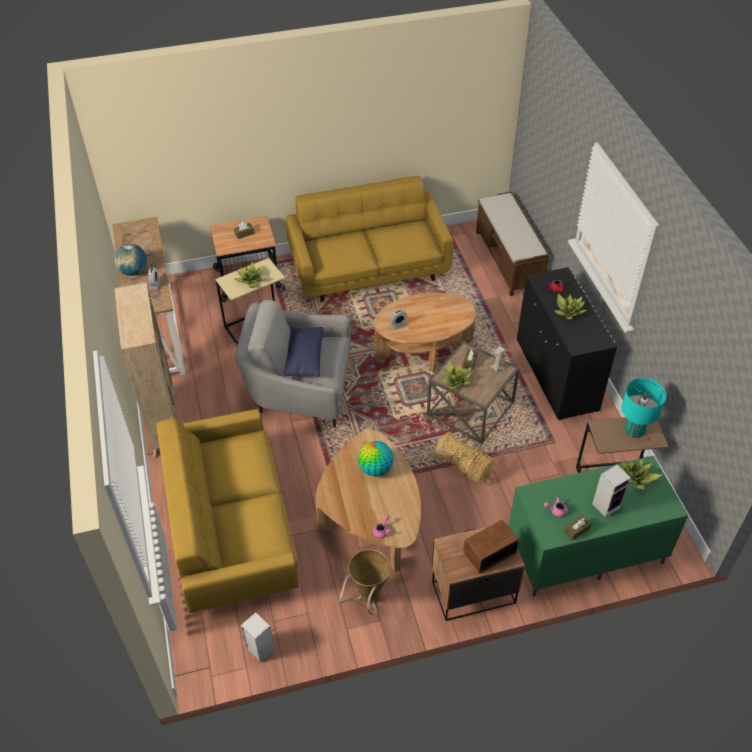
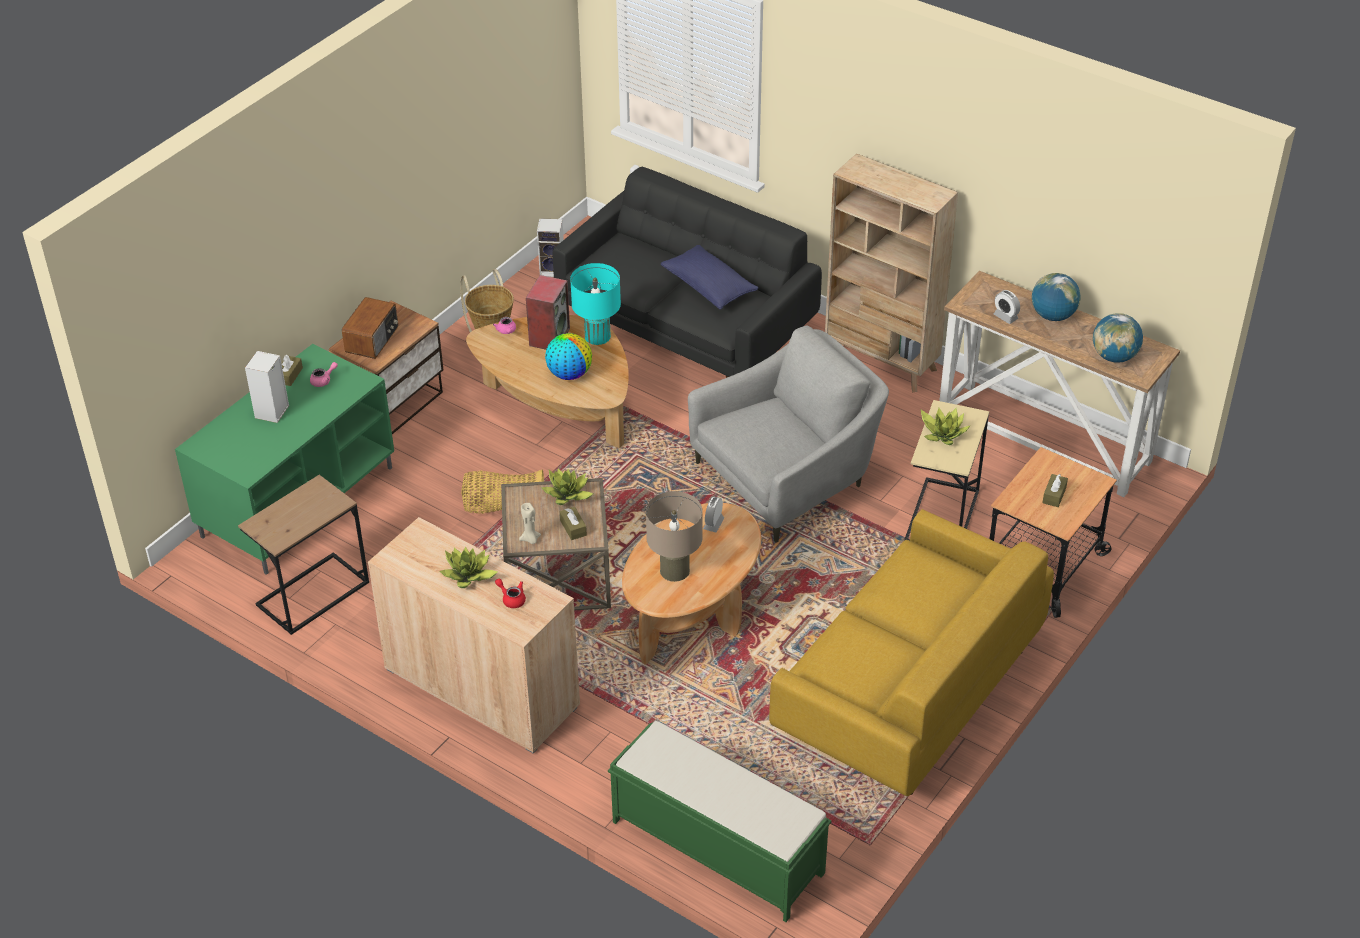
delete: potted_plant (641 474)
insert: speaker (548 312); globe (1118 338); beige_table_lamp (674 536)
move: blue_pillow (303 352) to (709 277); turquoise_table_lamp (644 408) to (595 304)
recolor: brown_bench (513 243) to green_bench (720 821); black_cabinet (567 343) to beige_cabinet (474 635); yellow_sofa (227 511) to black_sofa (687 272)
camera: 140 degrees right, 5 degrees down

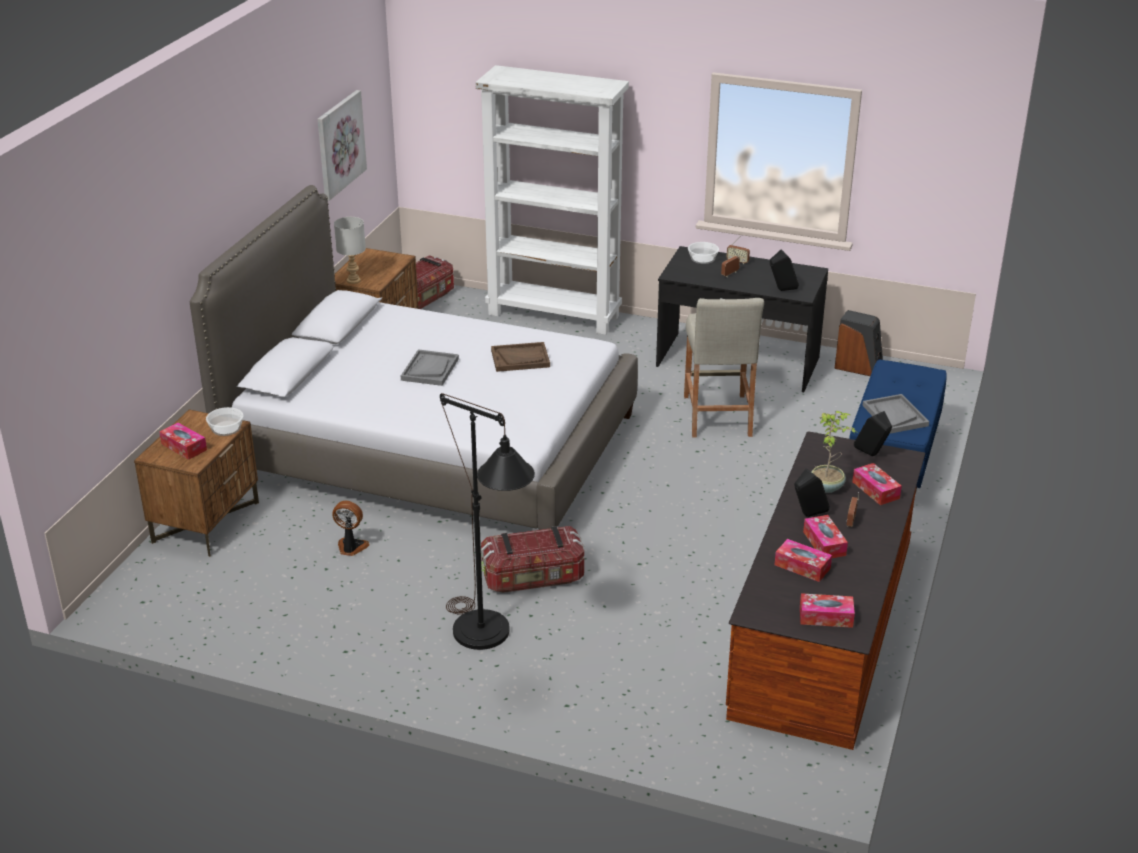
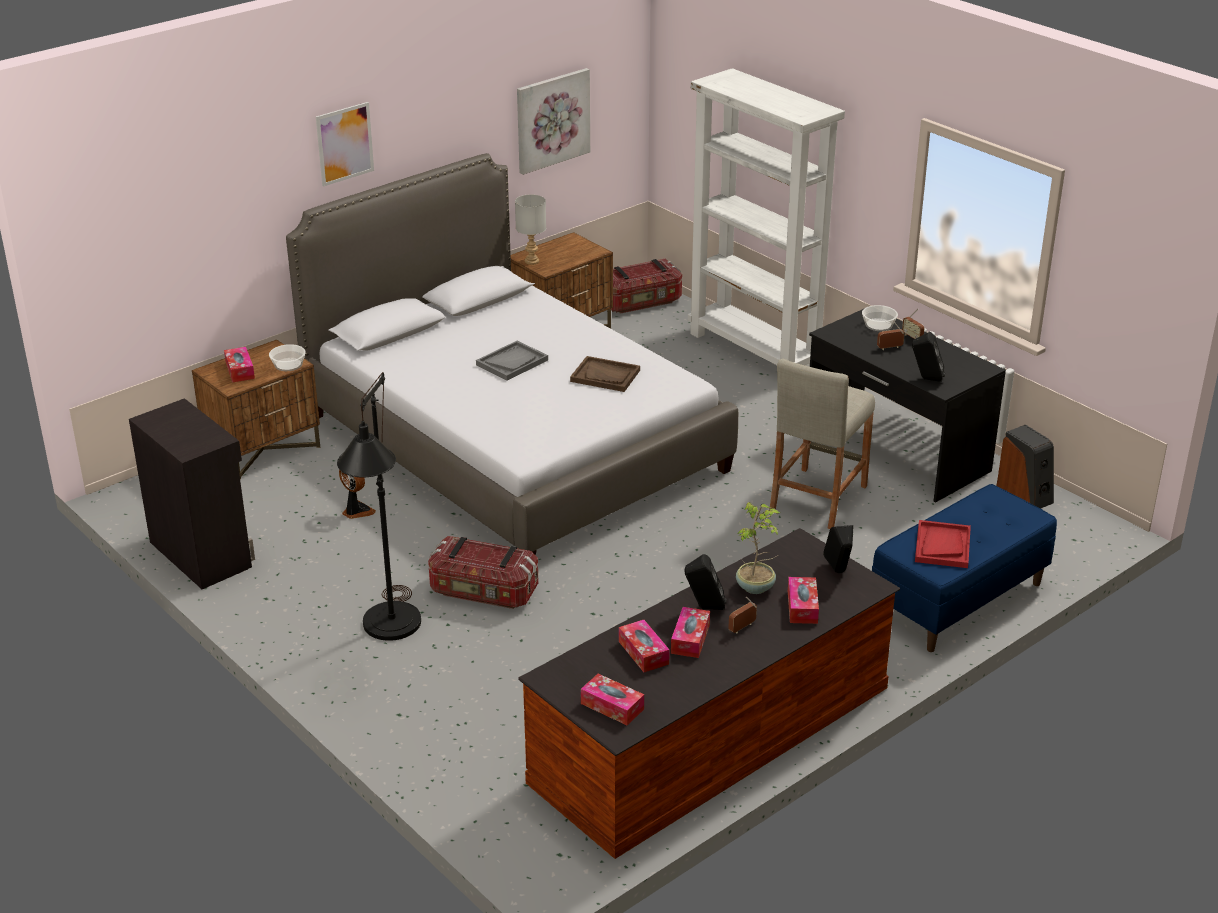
insert: picture (345 144); black_cabinet (192 493)
recolor: grey_tray (895 414) to red_tray (943 544)
camera: 30 degrees right, 0 degrees up

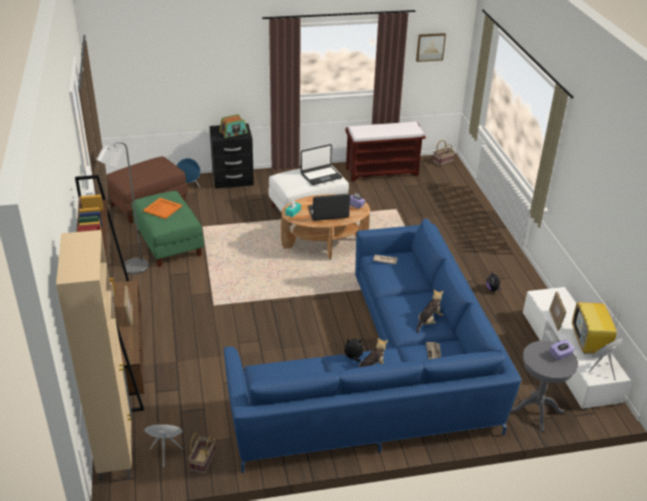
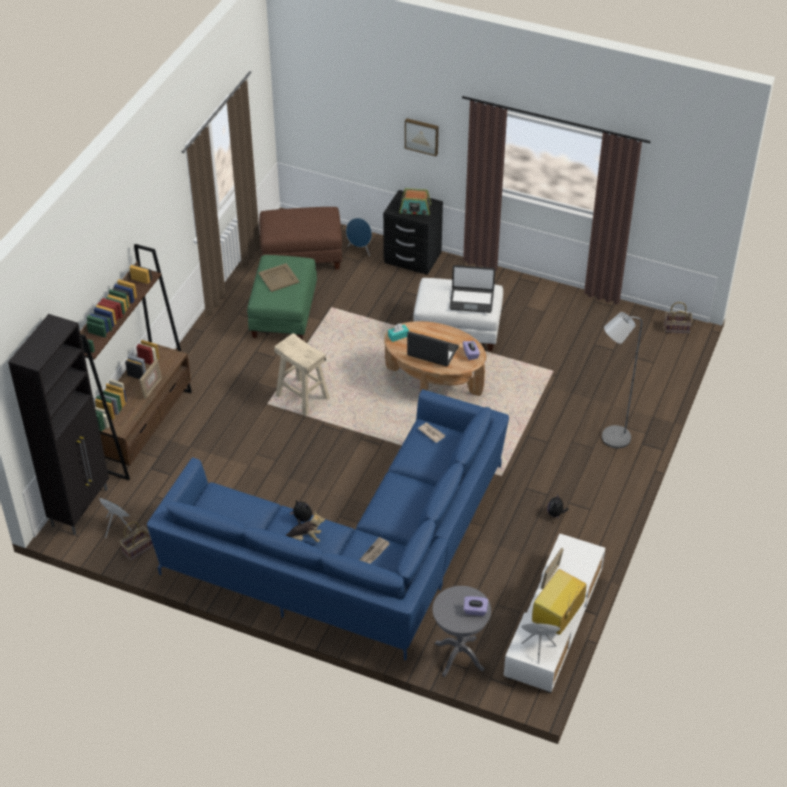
delete: brown_bench (385 151); plush_toy (430 311)
insert: beige_stool (302 374)
move: picture (431 47) to (422 137); grey_floor_lamp (123 208) to (622 380)
recolor: orange_tray (162 208) to beige_tray (279 277); beige_cabinet (94 356) to black_cabinet (58 424)
camera: 35 degrees right, 10 degrees up

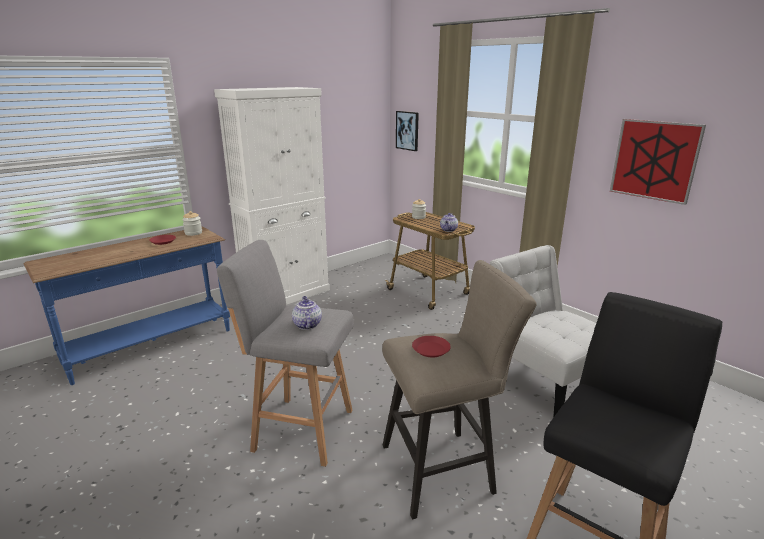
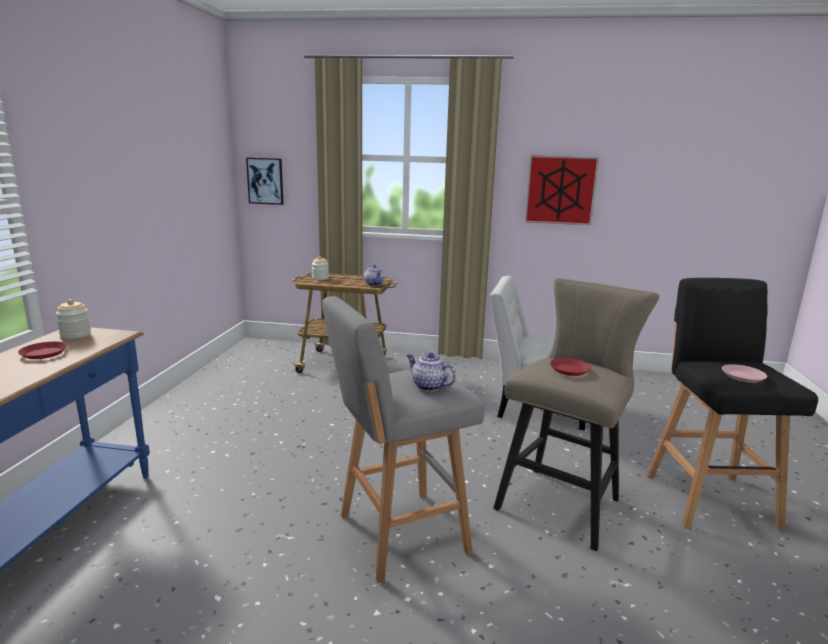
delete: white_cabinet (272 196)
insert: pink_plate (744 373)
camera: 40 degrees left, 5 degrees down

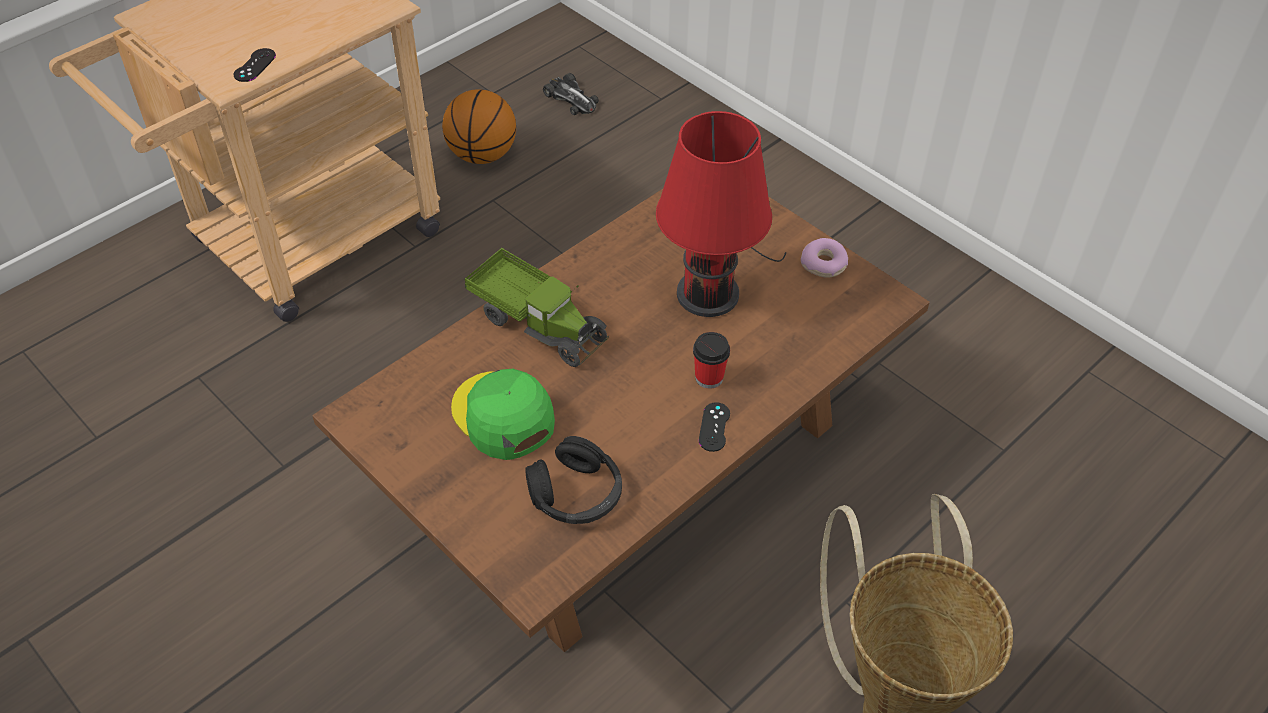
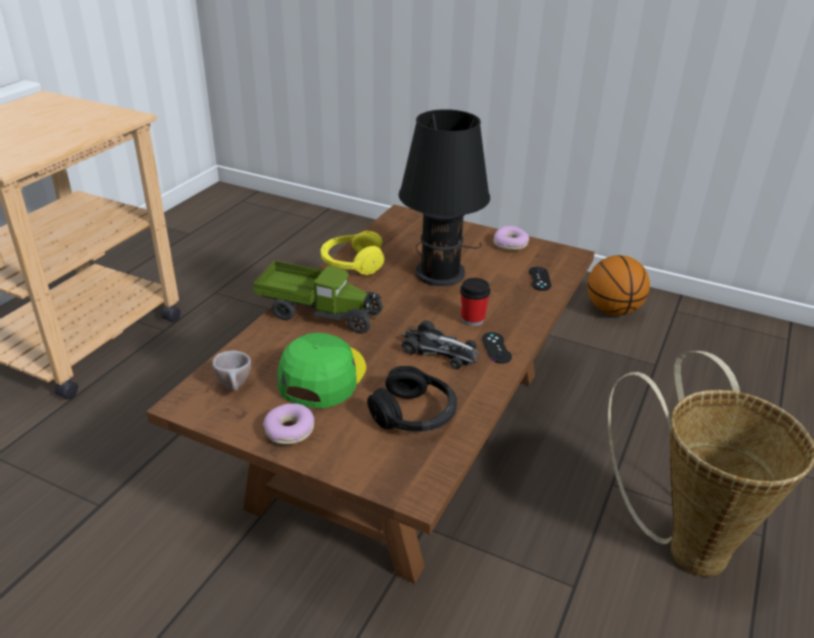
insert: yellow_headphones (352 253); beige_cup (231 371); donut (288 424)
move: black_game_controller (254 65) to (540 279); toy_car (571 94) to (440 345); basketball (479 126) to (618 285)
recolor: red_table_lamp (721 214) to black_table_lamp (444 197)
rotate: green_cap (503 414) = (322 370) 75 degrees clockwise
camera: 20 degrees left, 15 degrees down

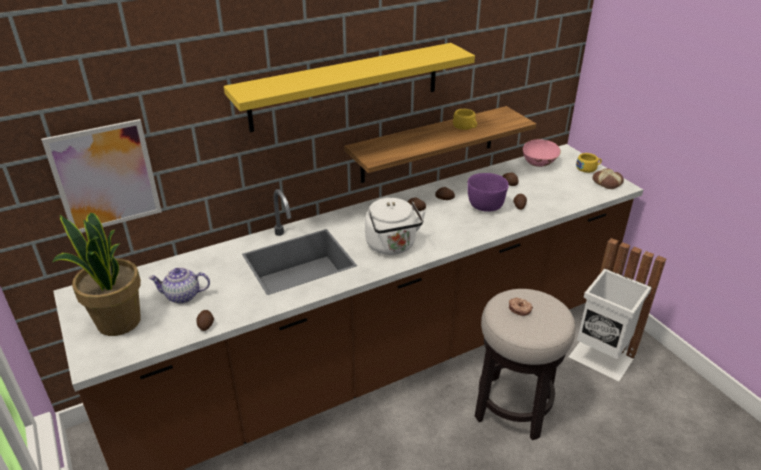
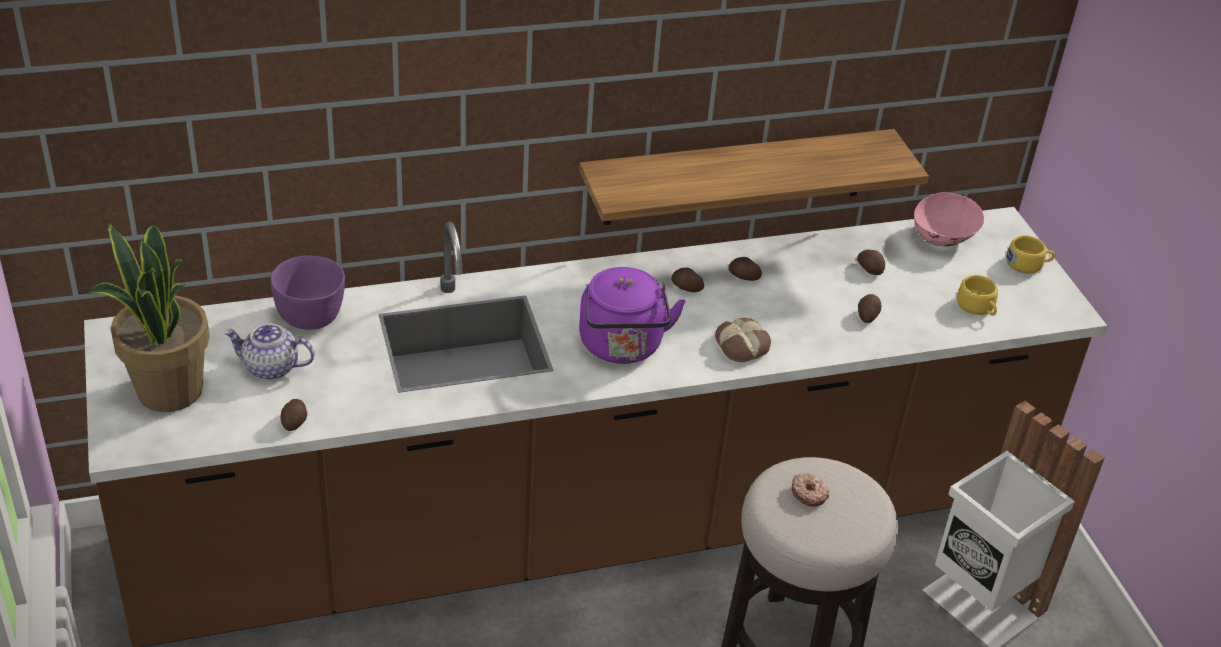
delete: yellow_shelf (349 87); picture (101 176)
move: yellow_cup (465 119) to (977 295); bread (608 179) to (743 340); purple_bowl (488 192) to (308 293)
recolor: white_kettle (395 226) to purple_kettle (632 315)
camera: 10 degrees right, 5 degrees up

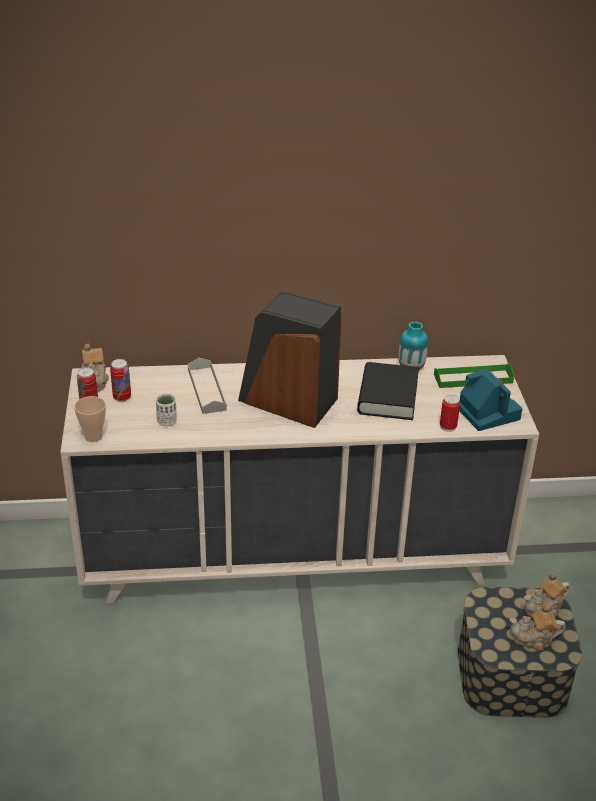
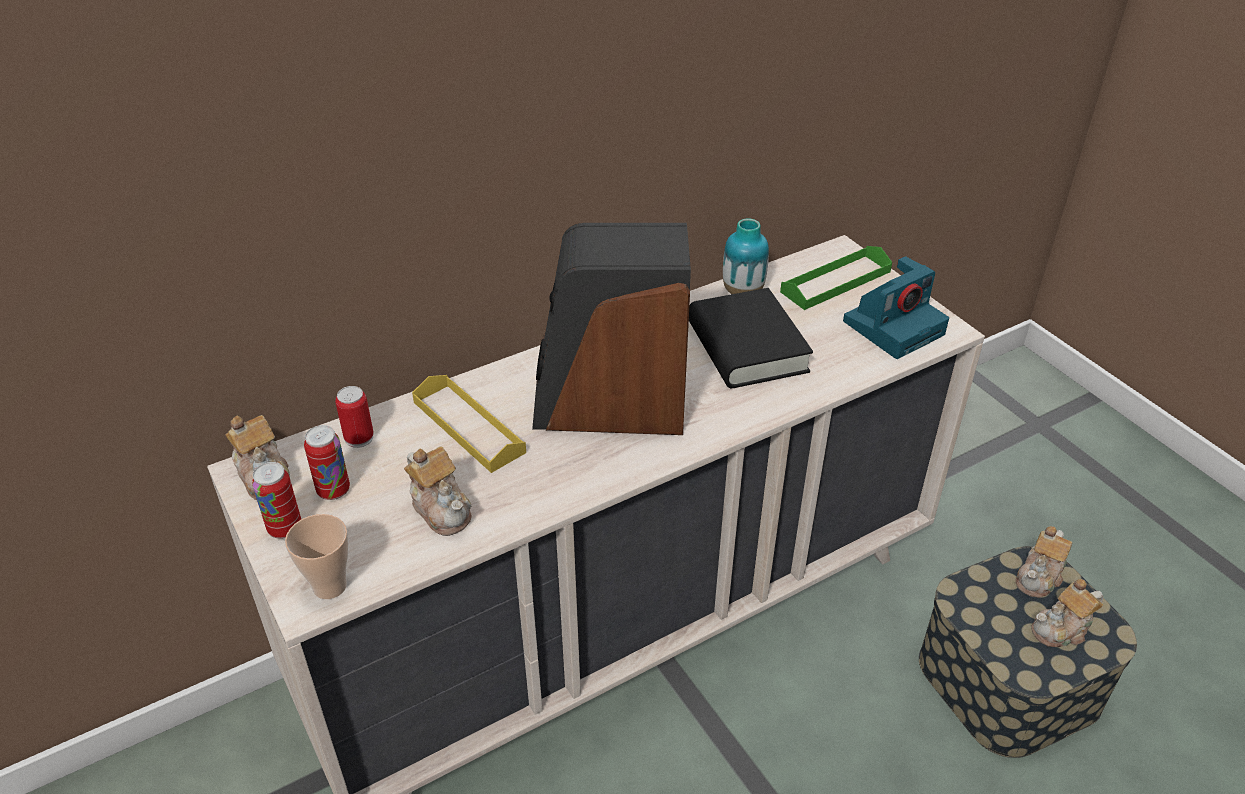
move: can (450 413) to (354 417)
replace: white_cup (166 409) to teapot (438 491)
recolor: grey_tray (207 386) to yellow_tray (469 424)
rotate: photo_camera (491 399) = (896 307) 105 degrees clockwise
camera: 25 degrees left, 5 degrees up

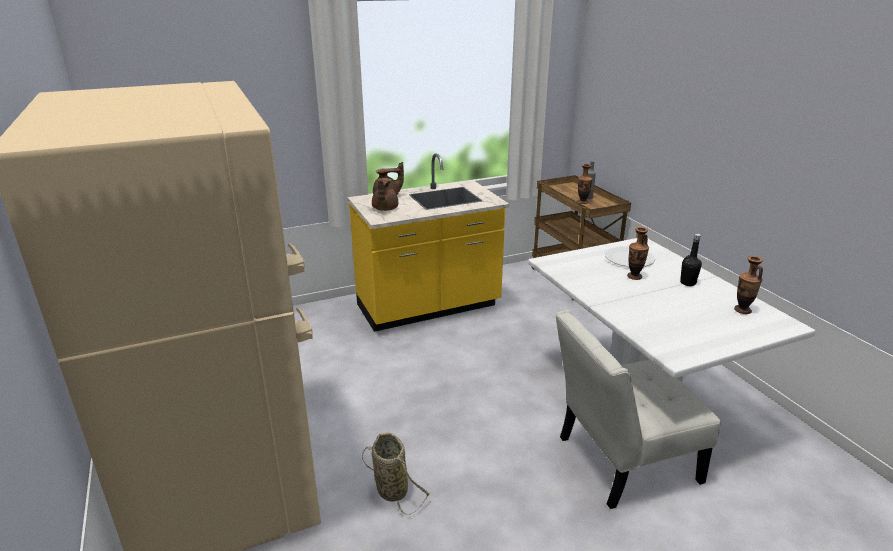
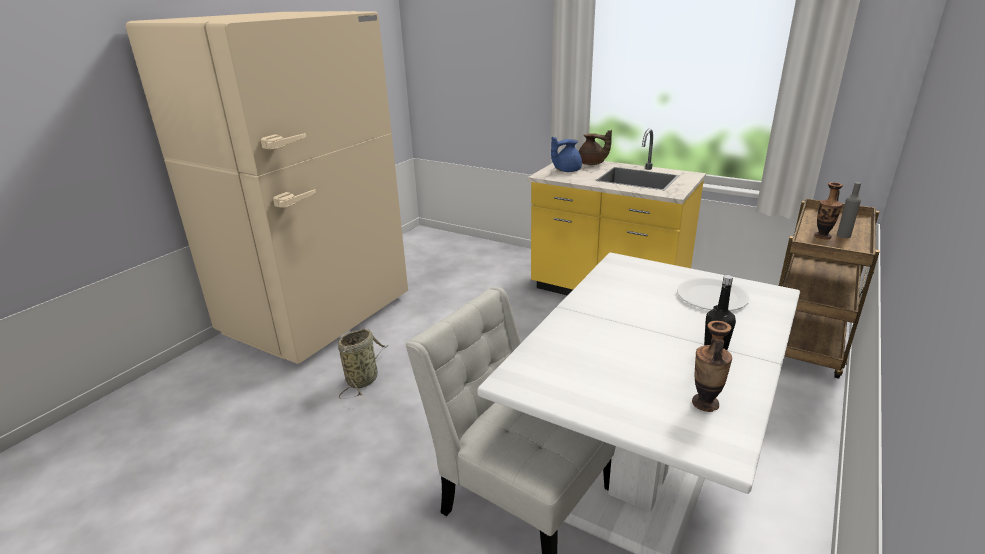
delete: vase (638 253)
recolor: brown_teapot (385 194) to blue_teapot (566 154)
camera: 55 degrees right, 0 degrees up

